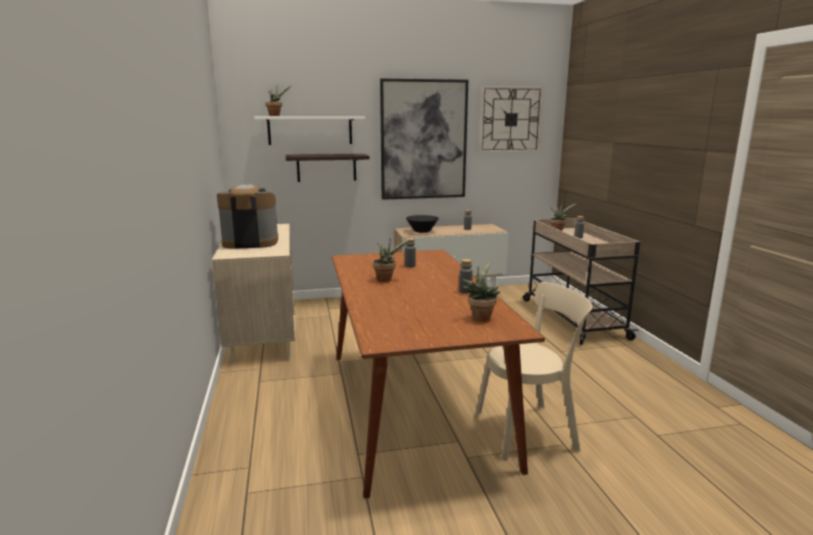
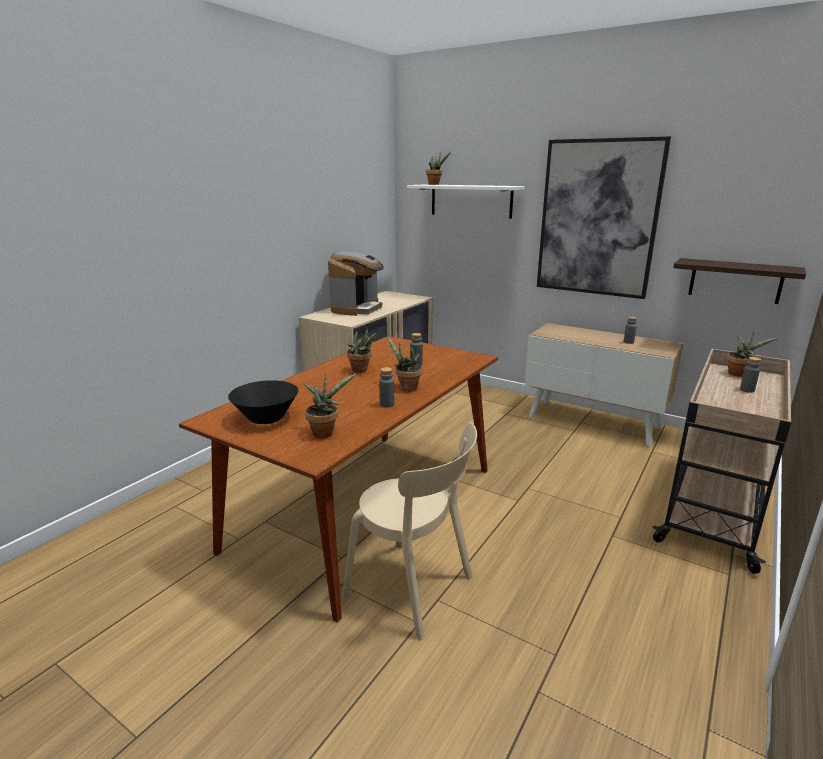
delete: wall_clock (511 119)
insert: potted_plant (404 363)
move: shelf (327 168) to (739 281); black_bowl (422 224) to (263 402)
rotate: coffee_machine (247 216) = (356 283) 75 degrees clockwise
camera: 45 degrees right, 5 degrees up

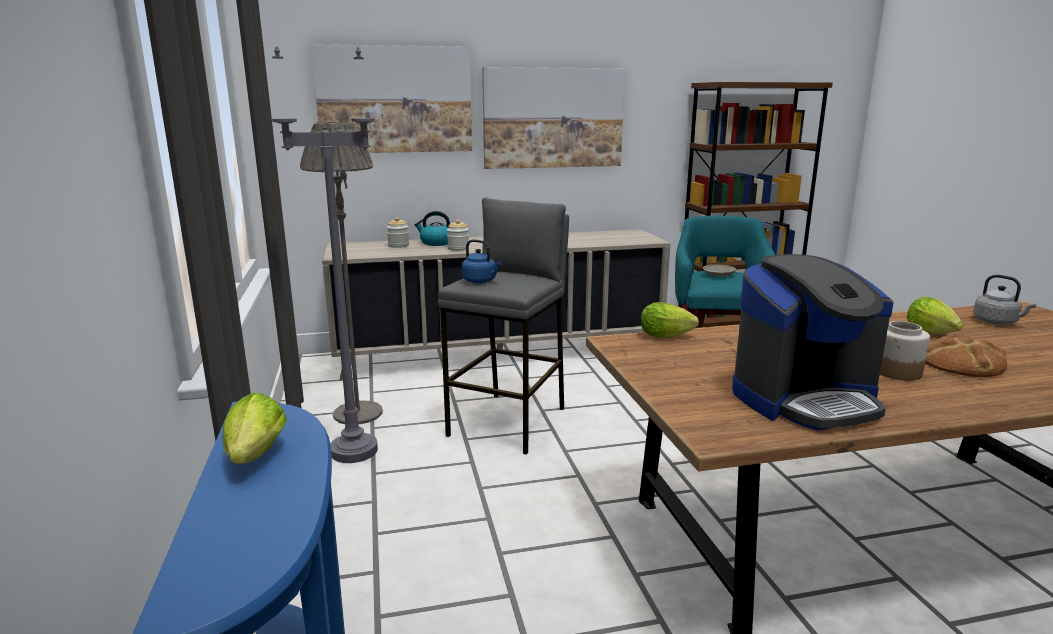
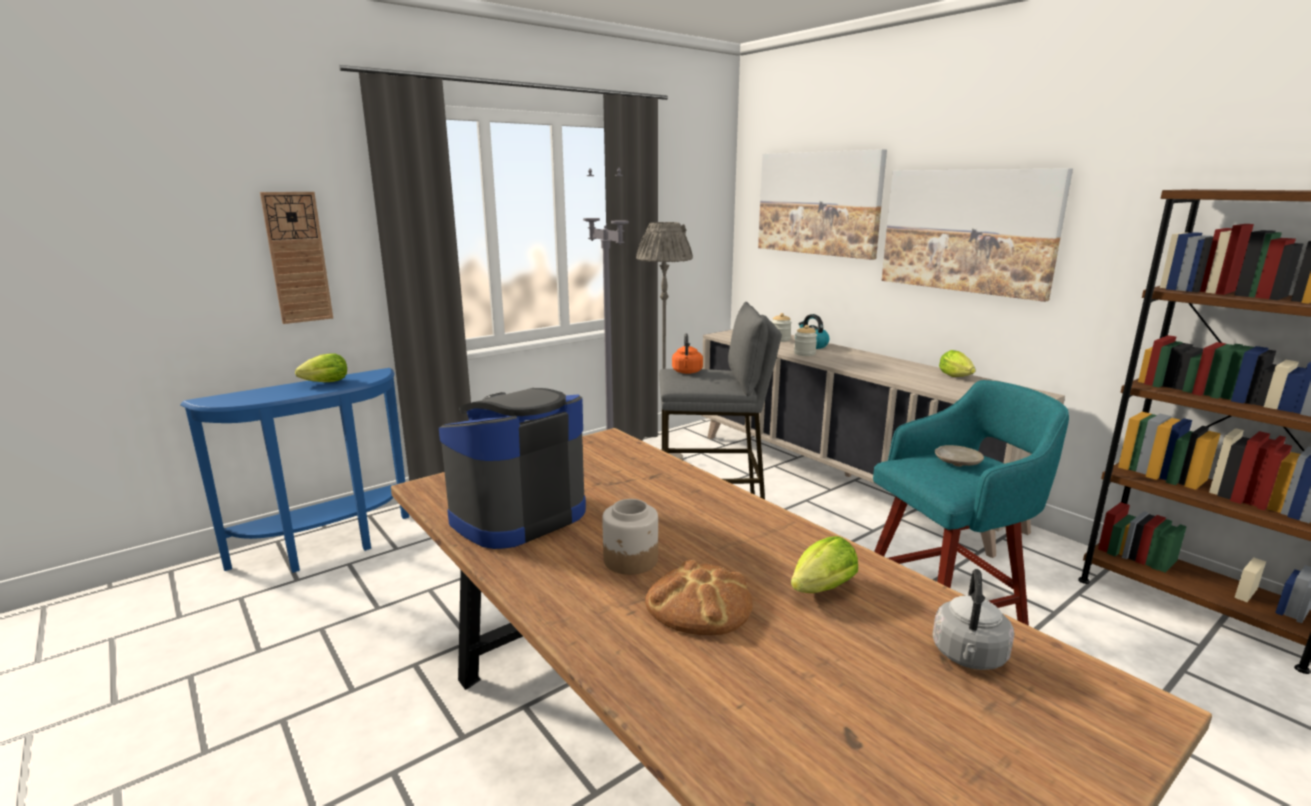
insert: wall_clock (296 258)
move: lettuce (670 320) to (957 363)
recolor: blue_kettle (482 261) to orange_kettle (687 353)
rotate: coffee_machine (813 342) = (512 468) 90 degrees clockwise
camera: 65 degrees right, 0 degrees up

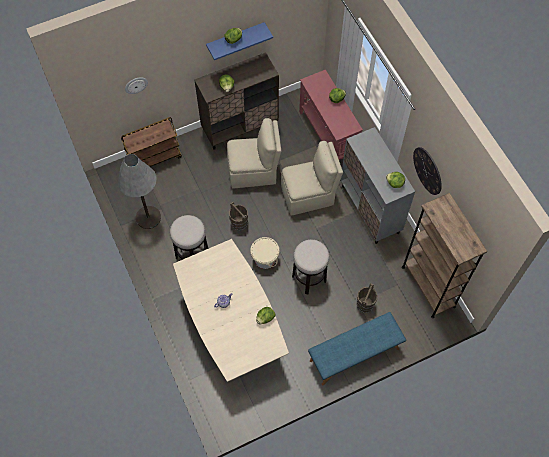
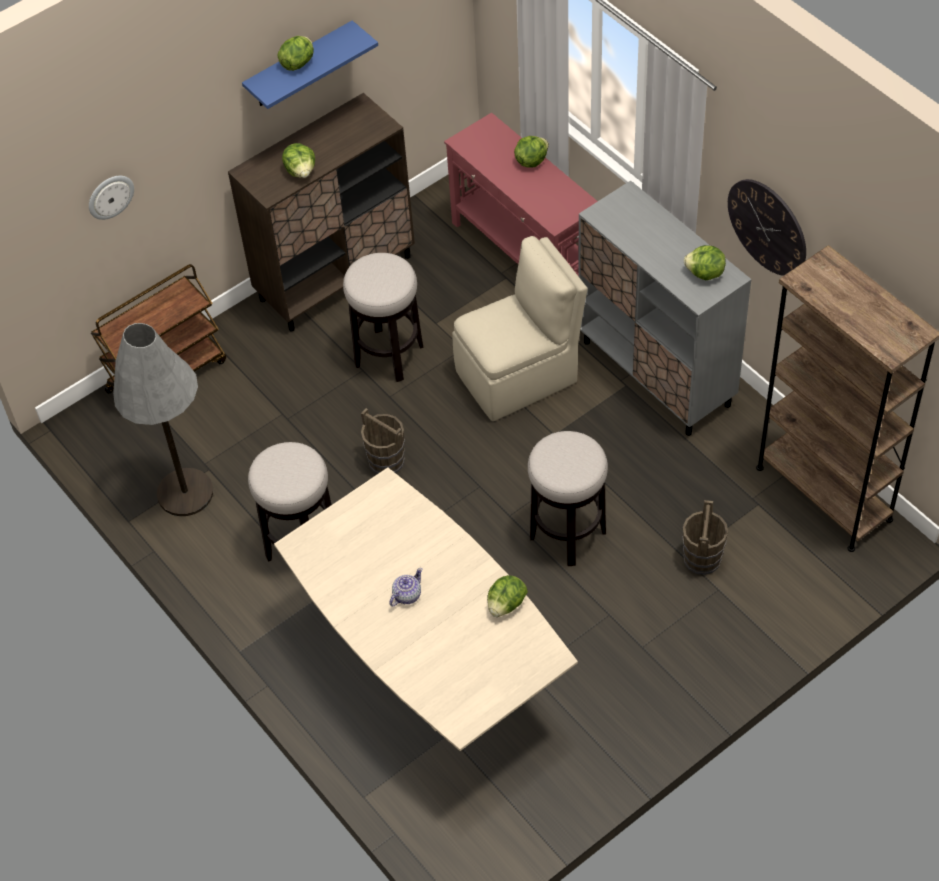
delete: beige_bucket (264 253); blue_bench (357 348)
replace: beige_chair (254 153) to stool (383 317)
camera: 10 degrees left, 10 degrees down

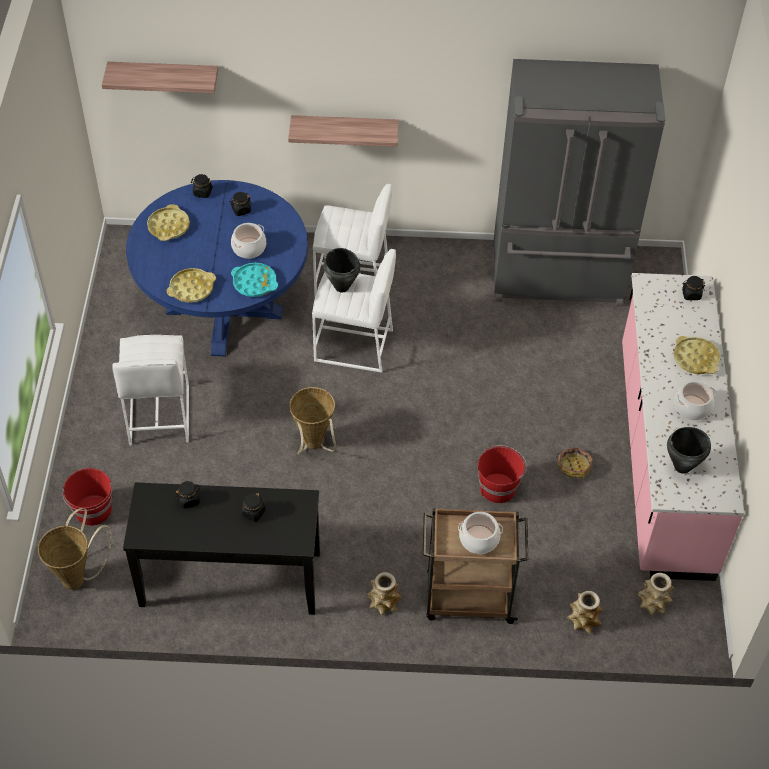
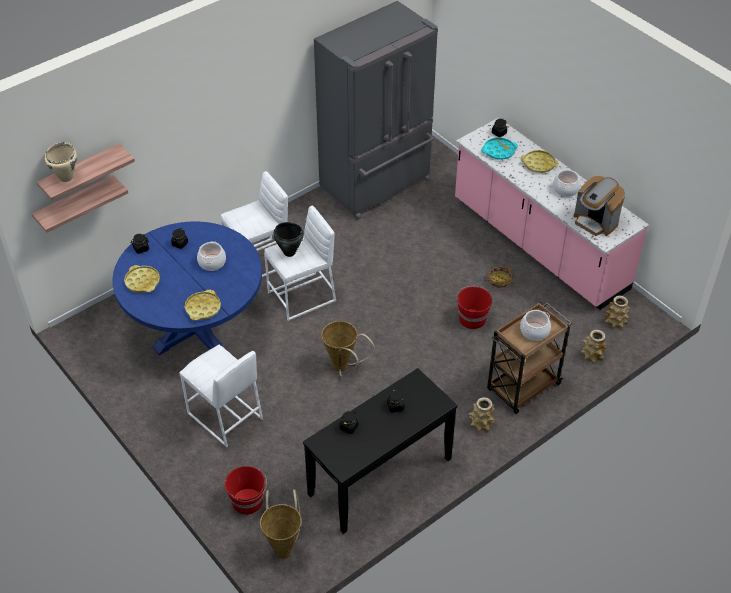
insert: beige_cooking_pot (61 162)
move: shelf (343 131) to (80 204); turquoise_tray (254 280) to (499 148)
replace: black_cooking_pot (689 450) to coffee_machine (599 206)
camera: 40 degrees left, 5 degrees down

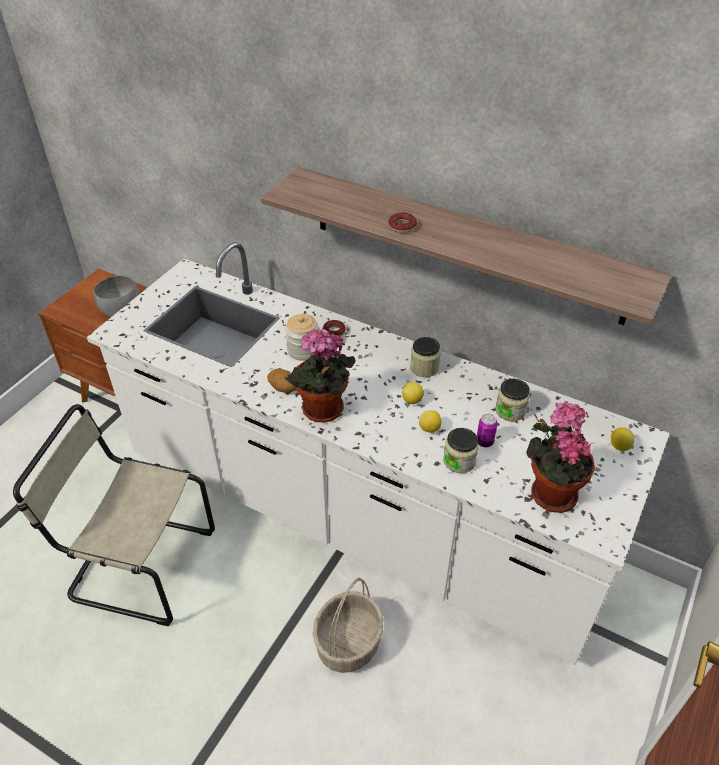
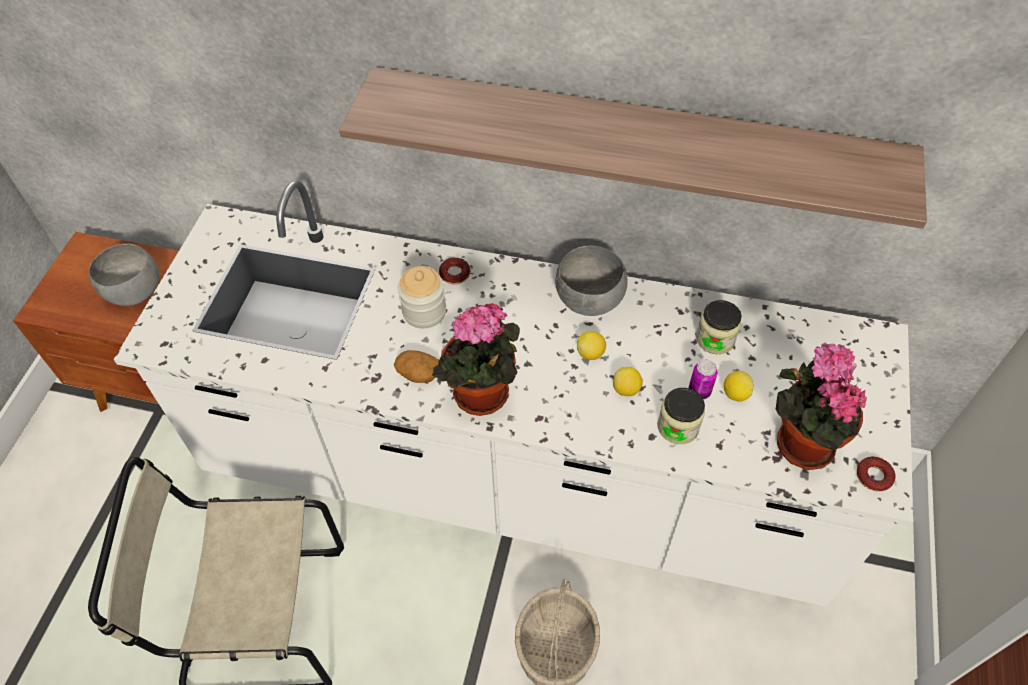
move: donut (402 223) to (876 474); lemon (623 439) to (739 386)
replace: jar (425 357) to grey_bowl (591 280)
camera: 15 degrees left, 10 degrees up

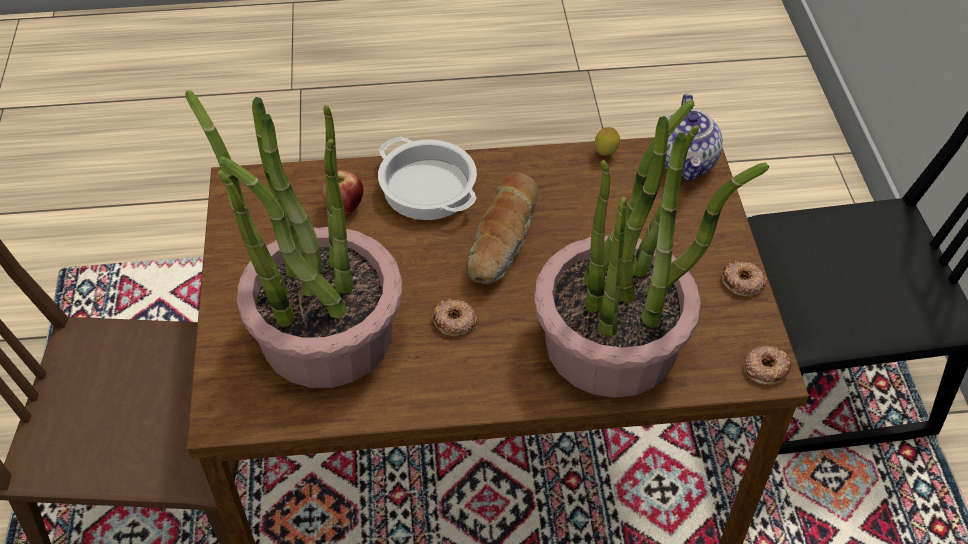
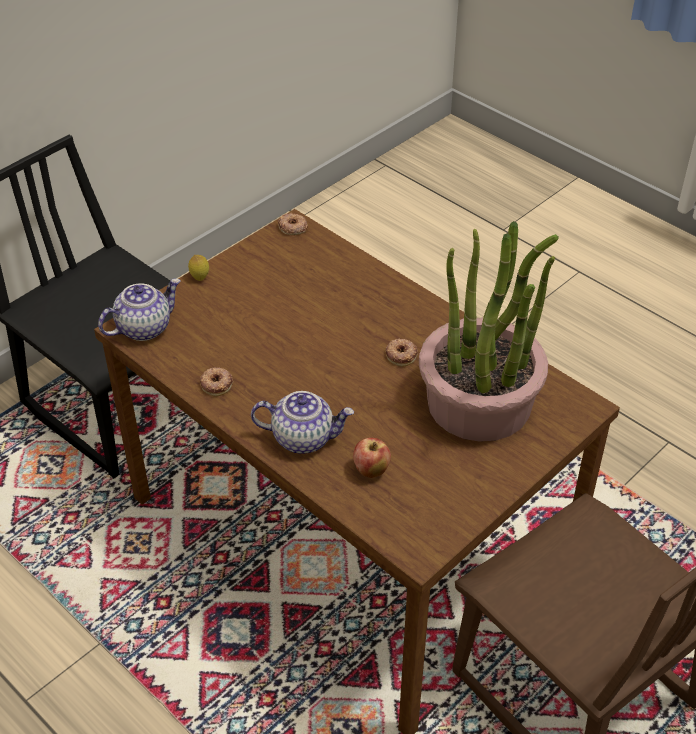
delete: potted_plant (651 249); bread (503 228)
move: lemon (607 141) to (198 268); donut (744 278) to (216 382)
replace: cooking_pot (427 178) to teapot (302 422)
camera: 130 degrees left, 5 degrees down

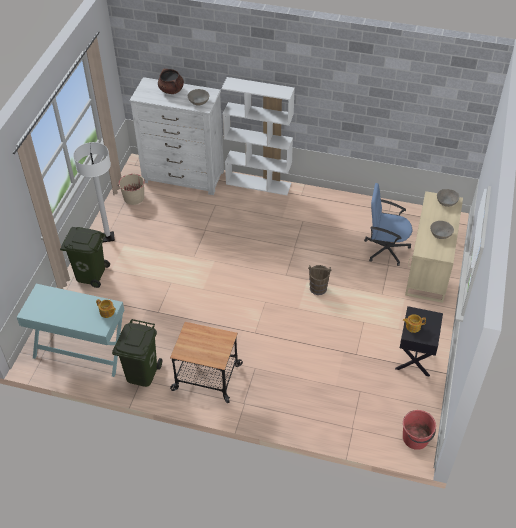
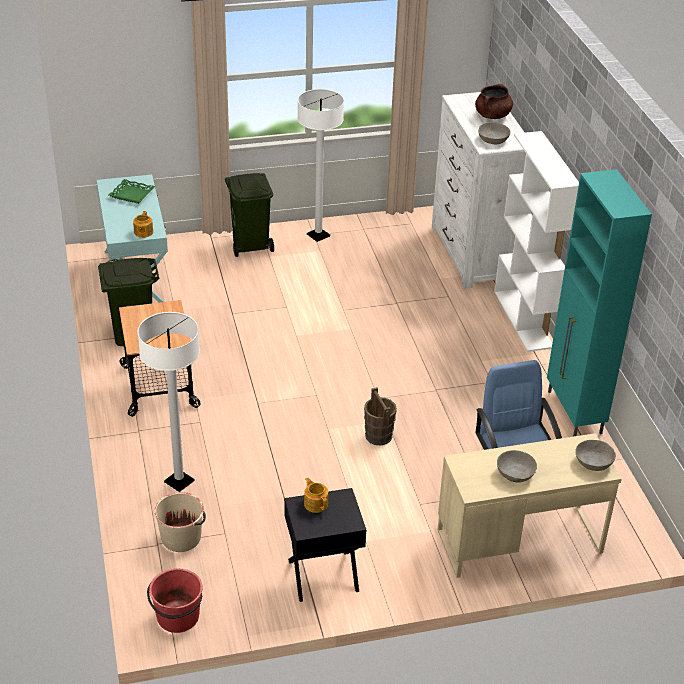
insert: turquoise_cabinet (599 303); green_tray (131 191); white_floor_lamp (168 402)
move: beige_bucket (131 189) to (180 522)
camera: 60 degrees right, 10 degrees down

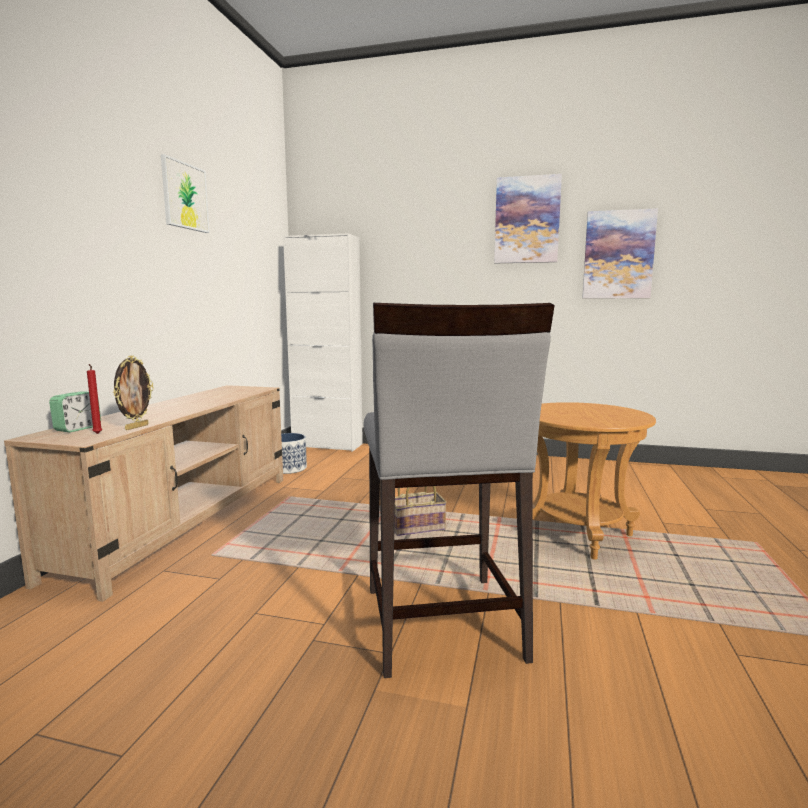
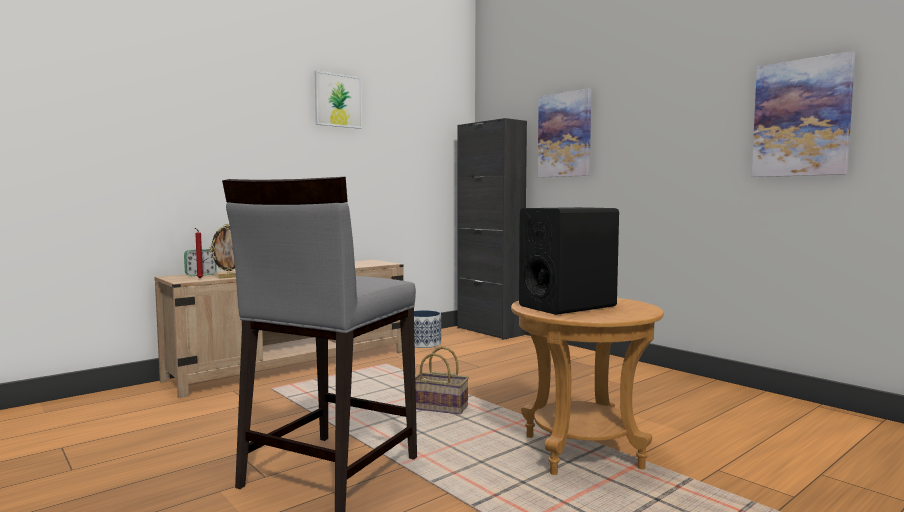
insert: black_speaker (569 261)
move: picture (528 218) to (564 133)
recolor: white_cabinet (323 342) to black_cabinet (492 229)
camera: 35 degrees right, 5 degrees down

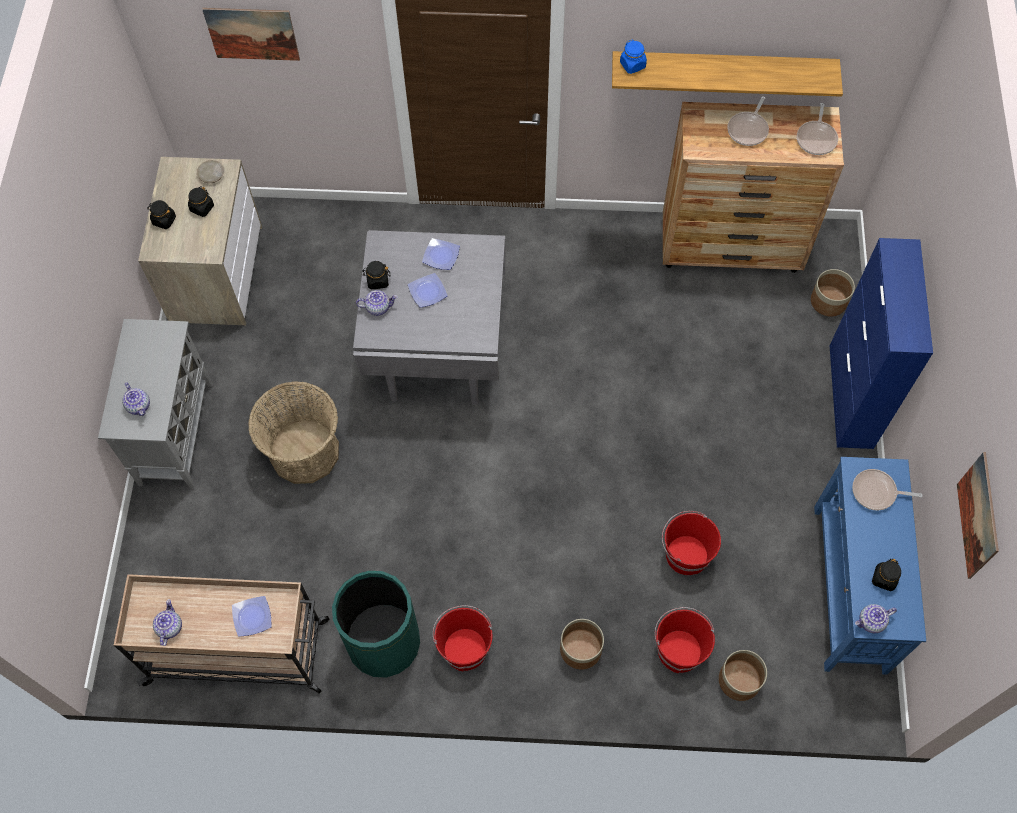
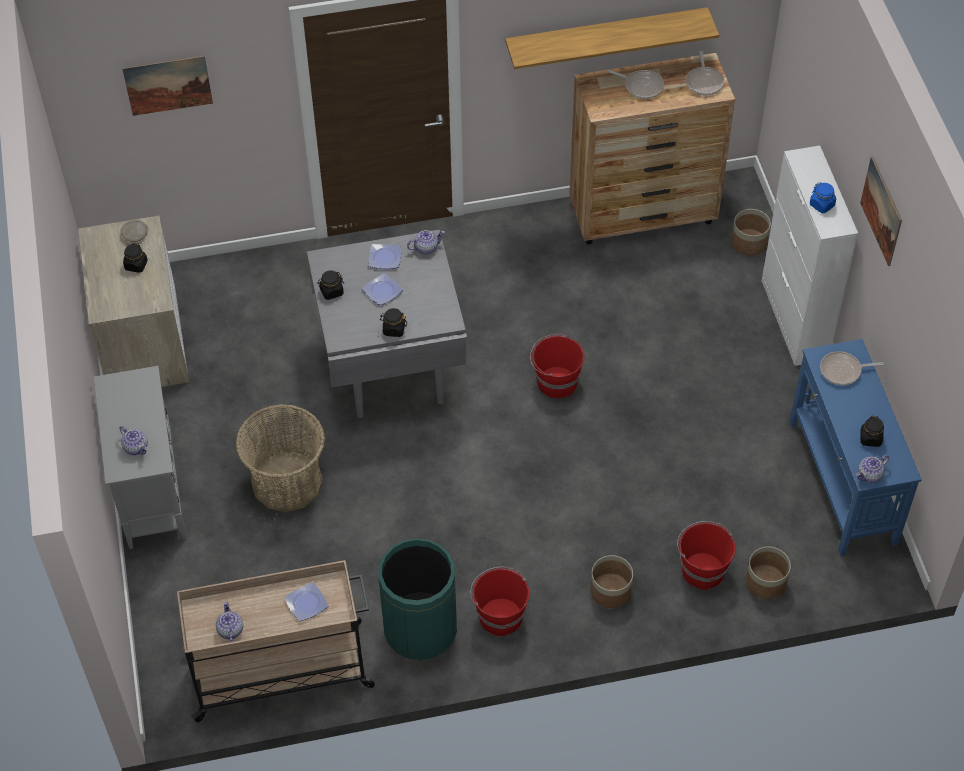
move: blue_jar (633 57) to (823 197); black_jar (161 214) to (393 322); teapot (377 303) to (426 242); picture (978 515) to (881 211); red_bucket (691 543) to (557 366)
recolor: blue_cabinet (881 343) to white_cabinet (810 256)
rotate: frying_pan (748 121) = (635 84) 75 degrees counterclockwise
camera: 15 degrees left, 10 degrees down

